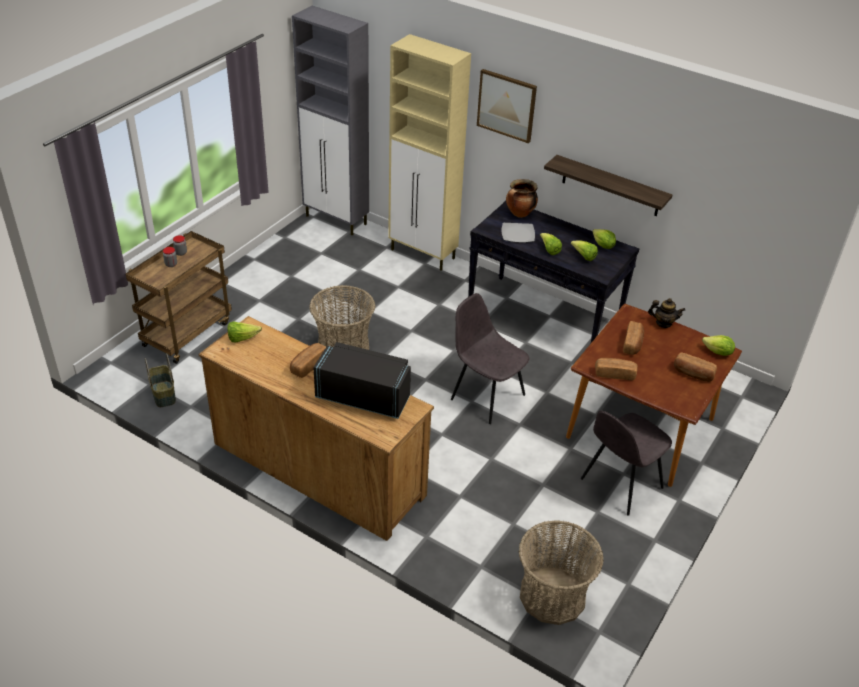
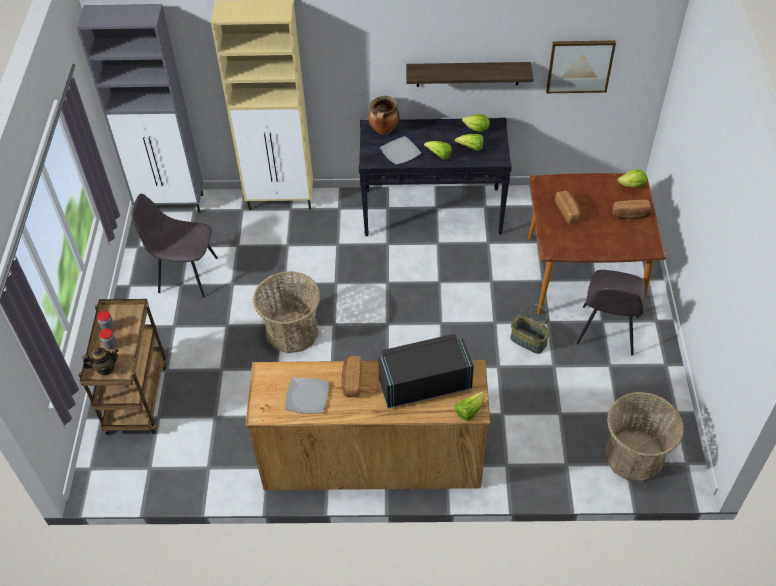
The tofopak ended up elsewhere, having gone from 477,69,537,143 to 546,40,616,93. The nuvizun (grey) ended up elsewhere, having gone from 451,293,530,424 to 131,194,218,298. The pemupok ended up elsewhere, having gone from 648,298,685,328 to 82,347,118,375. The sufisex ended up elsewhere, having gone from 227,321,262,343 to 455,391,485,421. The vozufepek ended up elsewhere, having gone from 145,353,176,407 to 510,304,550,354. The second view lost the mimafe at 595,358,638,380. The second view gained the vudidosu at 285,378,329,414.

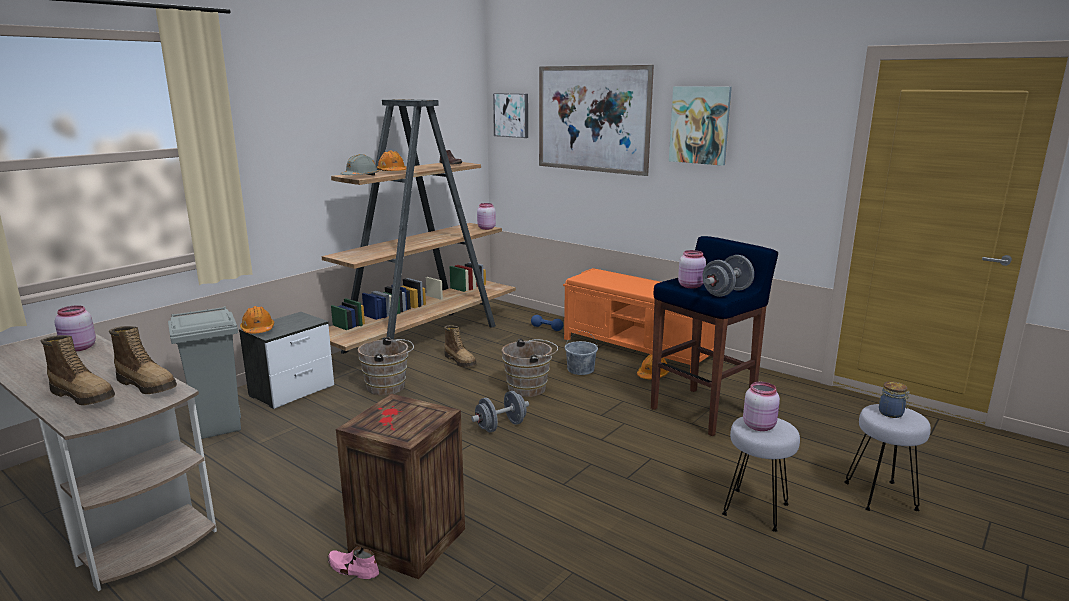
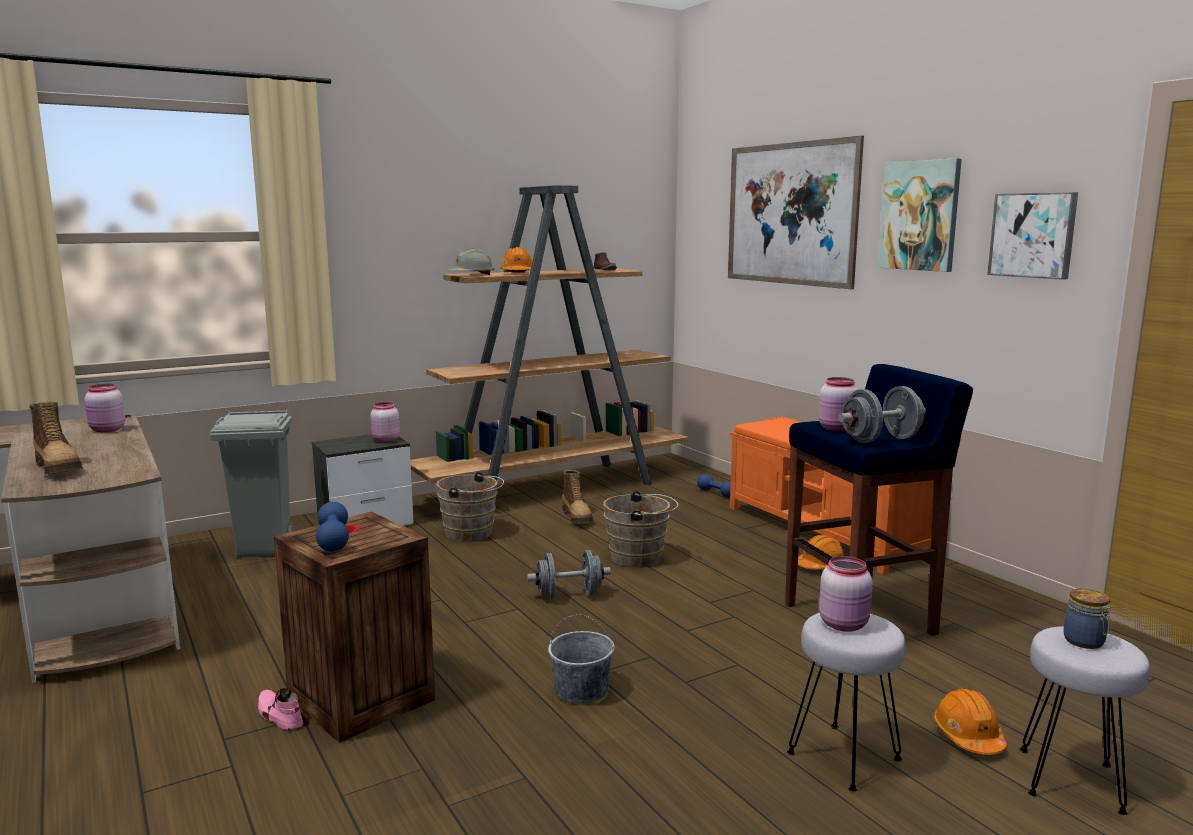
The tofopak ended up elsewhere, having gone from 493,93,528,138 to 987,192,1078,280. The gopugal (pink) ended up elsewhere, having gone from 477,203,496,230 to 371,402,400,443. The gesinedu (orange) ended up elsewhere, having gone from 240,306,274,334 to 933,689,1007,755. The second view lost the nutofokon at 109,326,177,394. The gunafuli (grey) ended up elsewhere, having gone from 565,331,598,375 to 548,614,615,704. The second view gained the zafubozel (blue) at 316,502,349,552.

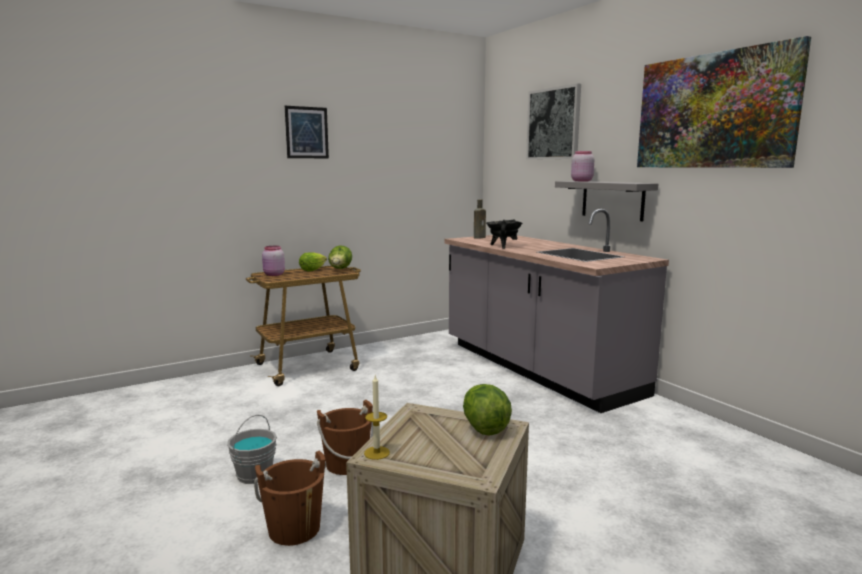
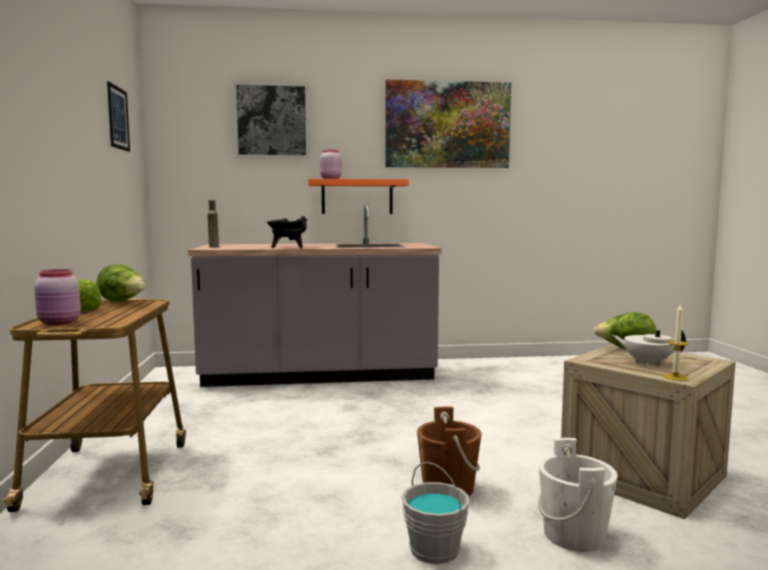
The tofopak ended up elsewhere, having gone from 285,106,329,158 to 107,81,130,152. What was the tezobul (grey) at 555,181,658,221 turned into the tezobul (orange) at 308,179,409,214. What was the gunafuli (brown) at 254,451,326,546 turned into the gunafuli (white) at 538,438,618,552. The second view gained the pemupok (white) at 612,329,686,366.

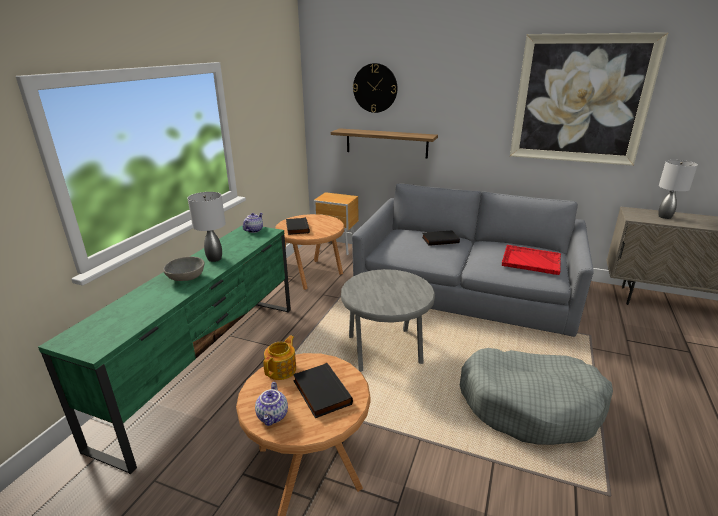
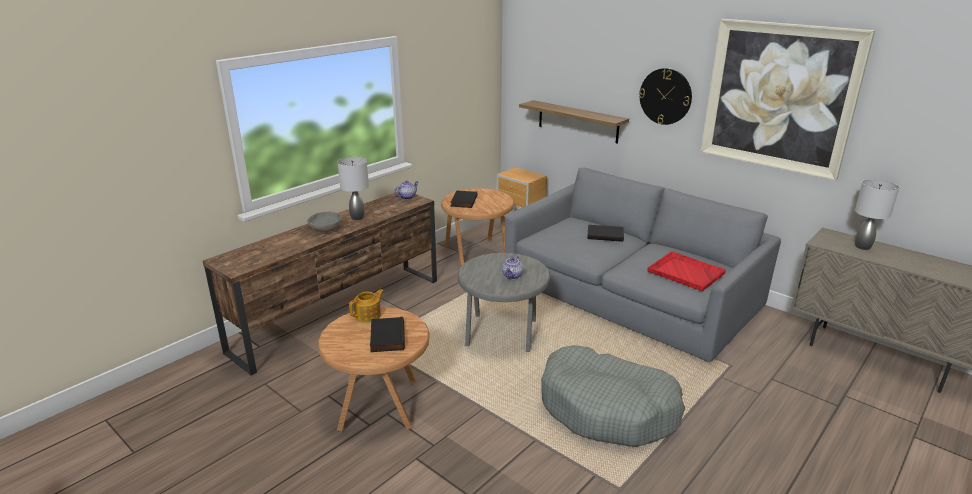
The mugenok ended up elsewhere, having gone from 353,63,397,113 to 639,68,692,125. What was the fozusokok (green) at 38,225,291,474 turned into the fozusokok (brown) at 203,192,437,375. The pemupok ended up elsewhere, having gone from 255,382,288,426 to 502,255,523,279.

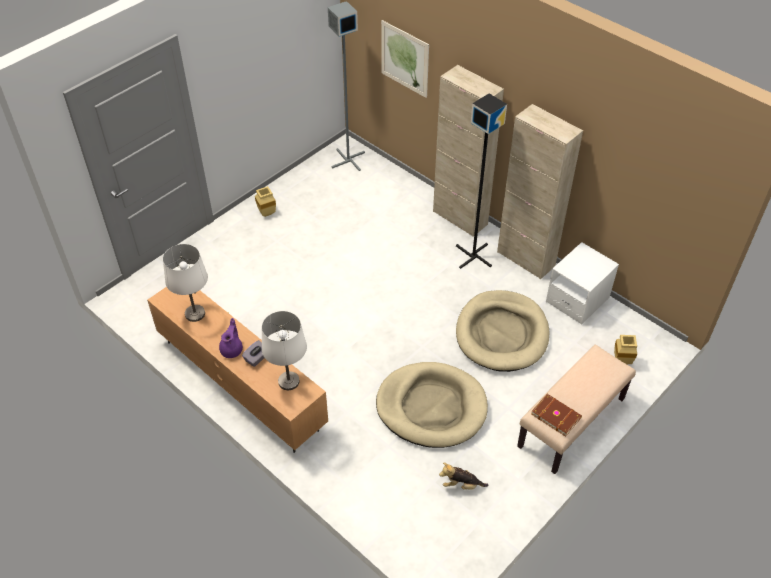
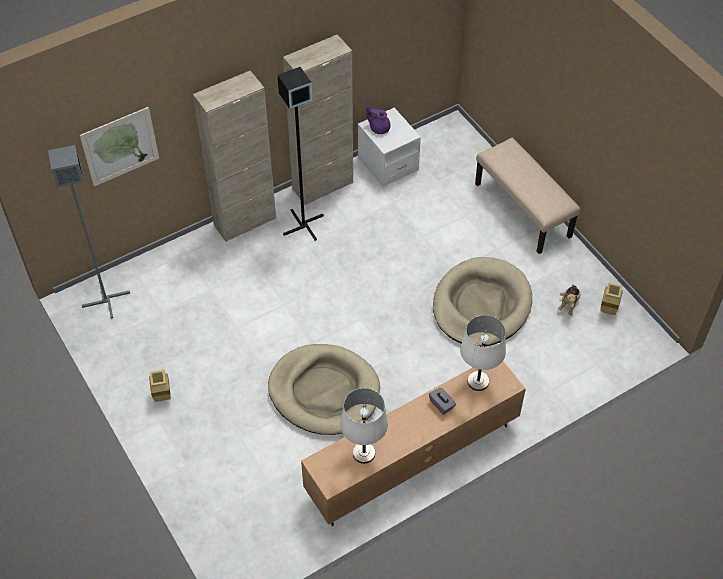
The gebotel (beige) ended up elsewhere, having gone from 456,290,550,372 to 268,344,380,435. The pemupok (purple) ended up elsewhere, having gone from 219,318,243,358 to 366,104,390,134. The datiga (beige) ended up elsewhere, having gone from 614,335,637,364 to 600,283,623,315. The second view lost the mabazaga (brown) at 531,394,582,437.

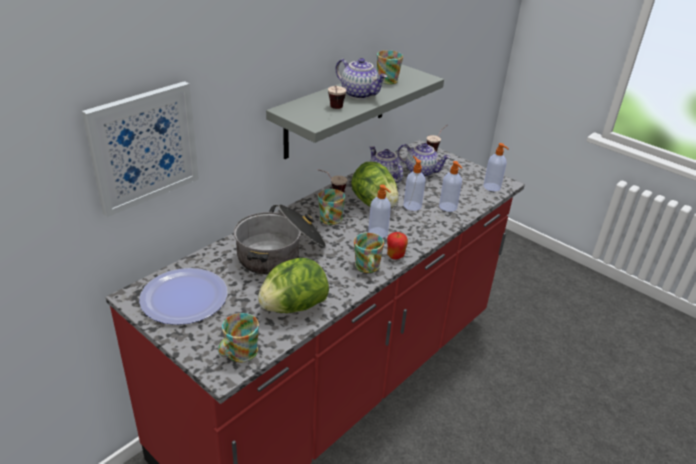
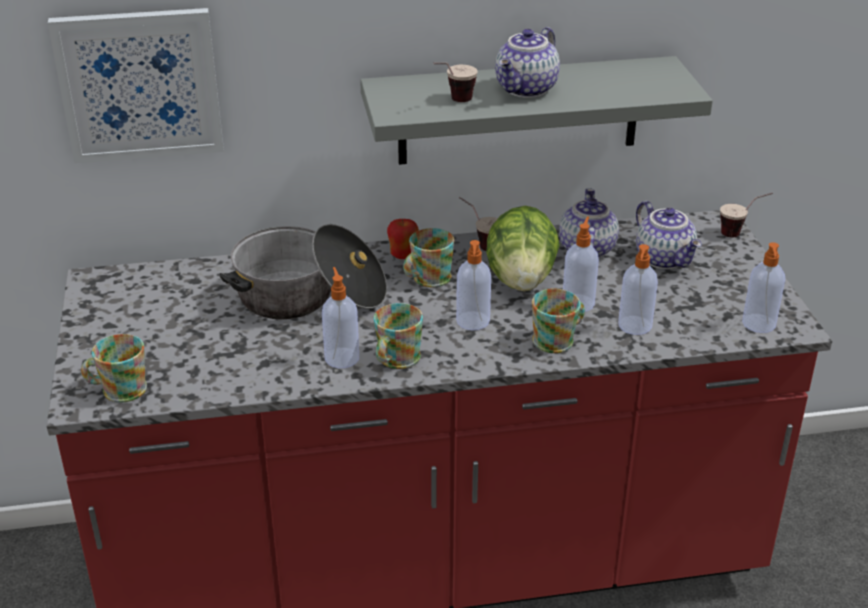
The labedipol ended up elsewhere, having gone from 377,50,403,84 to 532,289,585,353. The pemupok at 336,58,387,99 ended up facing another way, 45 degrees clockwise from before. The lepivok ended up elsewhere, having gone from 387,232,408,260 to 387,219,419,259. The second view lost the sufisex at 258,258,329,313. The second view lost the vudidosu at 139,268,227,325. The second view gained the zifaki at 322,267,359,368.

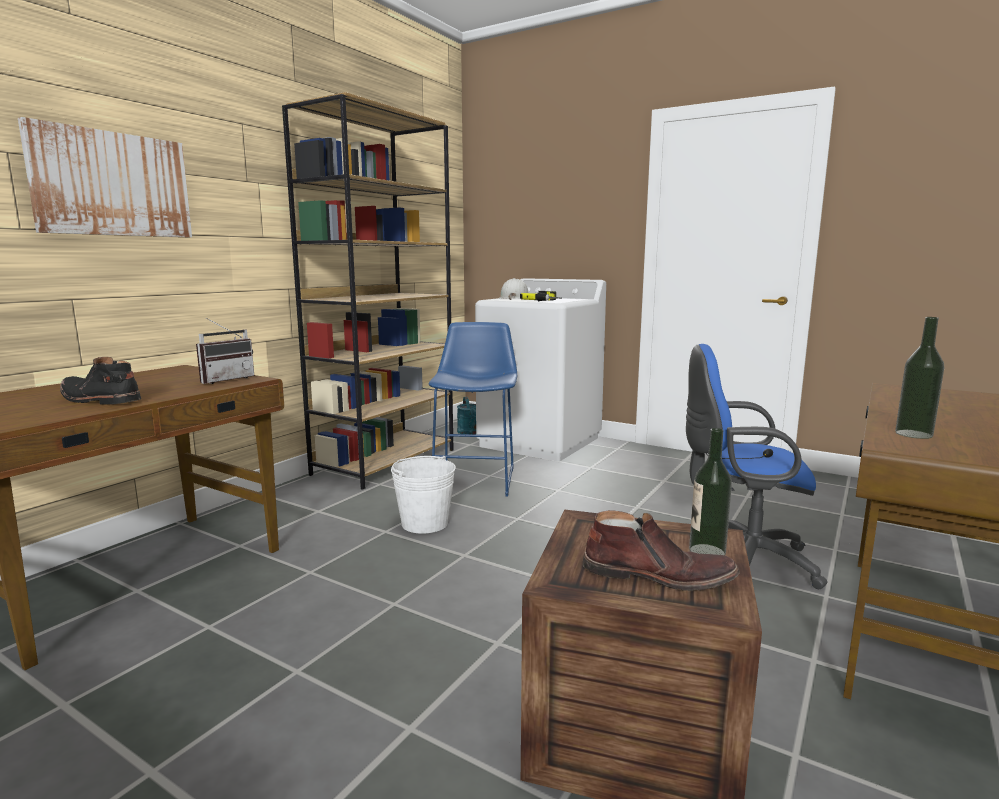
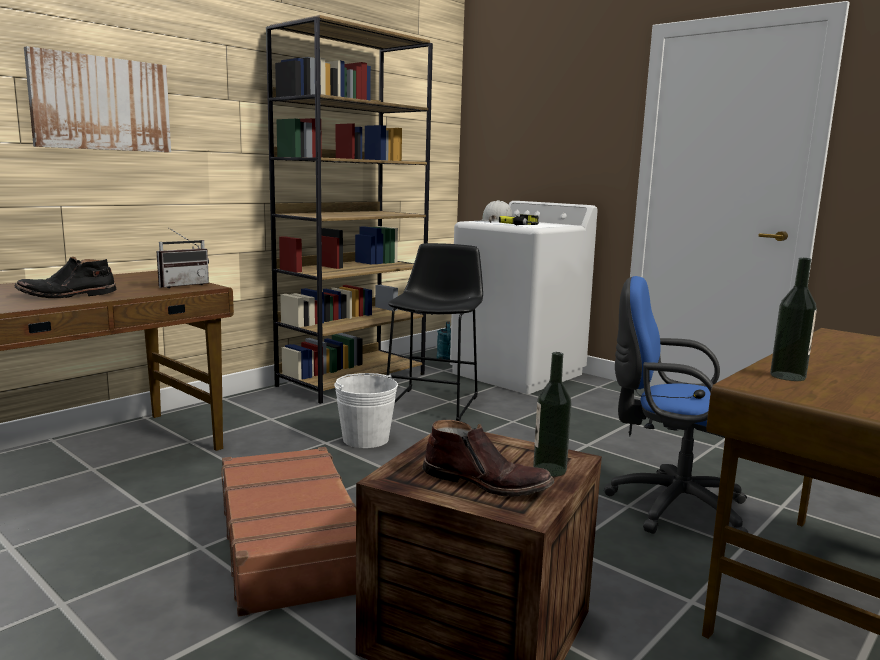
What was the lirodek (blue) at 429,322,517,497 turned into the lirodek (black) at 387,243,483,421. The nutofokon (black) at 60,357,141,405 ended up facing another way, 60 degrees counterclockwise from before. The second view gained the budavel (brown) at 221,447,356,617.

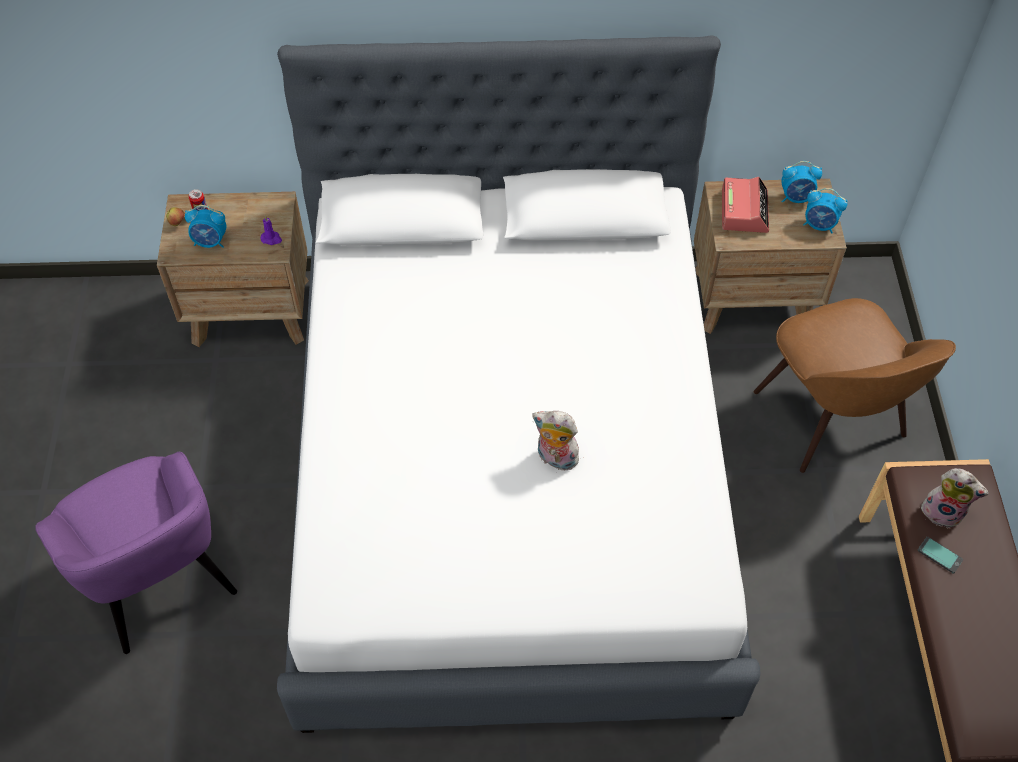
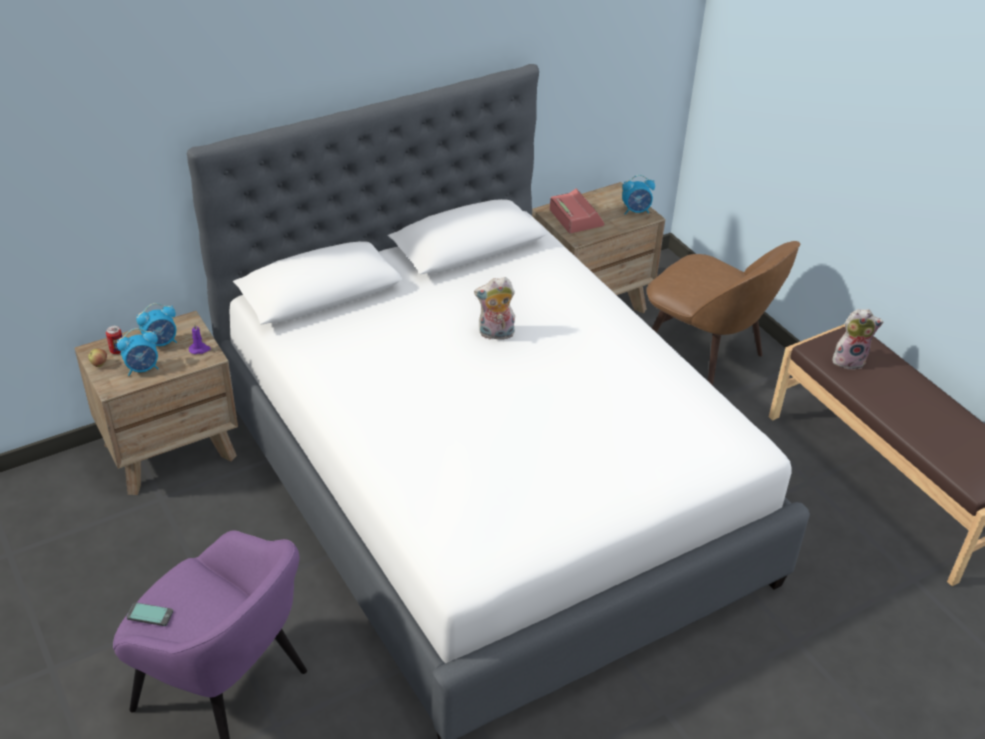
The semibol ended up elsewhere, having gone from 781,161,822,203 to 136,303,177,346. The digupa ended up elsewhere, having gone from 532,411,579,470 to 474,277,516,340. The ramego ended up elsewhere, having gone from 918,537,963,574 to 126,602,173,626.

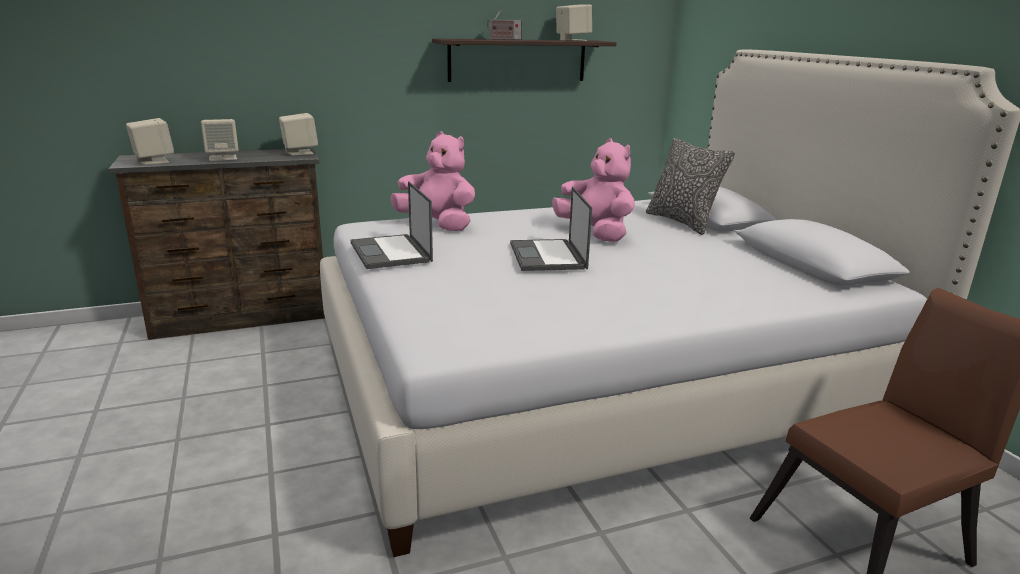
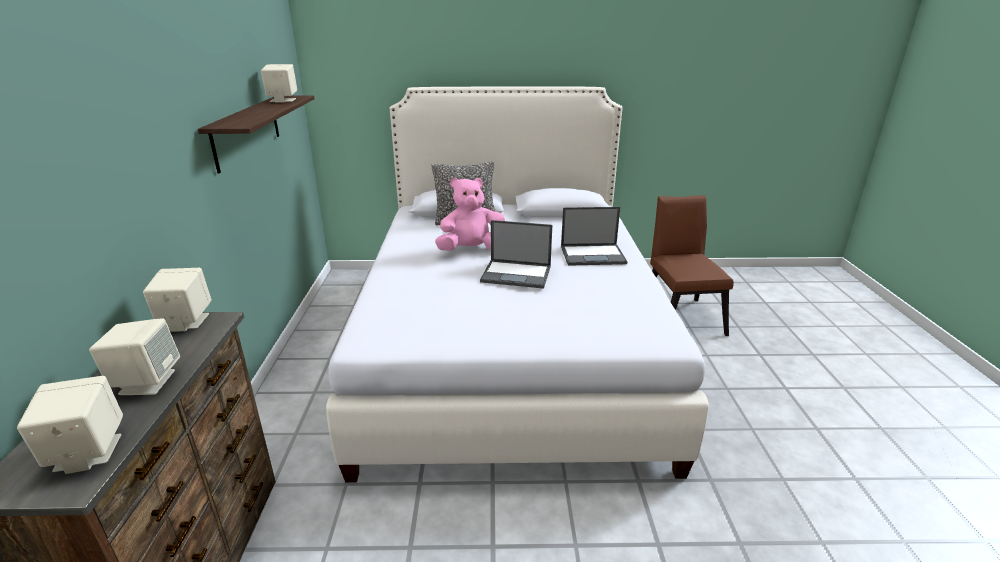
The second view lost the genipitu at 487,9,522,40. The second view lost the digupa (pink) at 390,131,475,231. The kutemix ended up elsewhere, having gone from 351,181,433,269 to 561,207,627,266.

